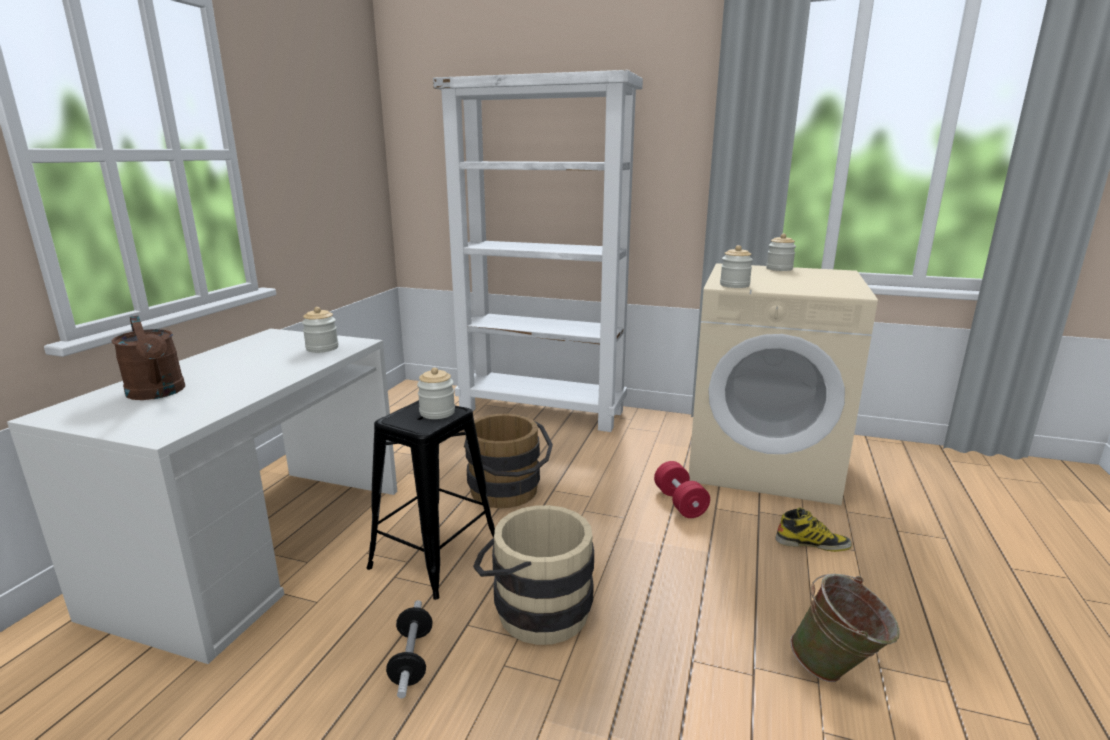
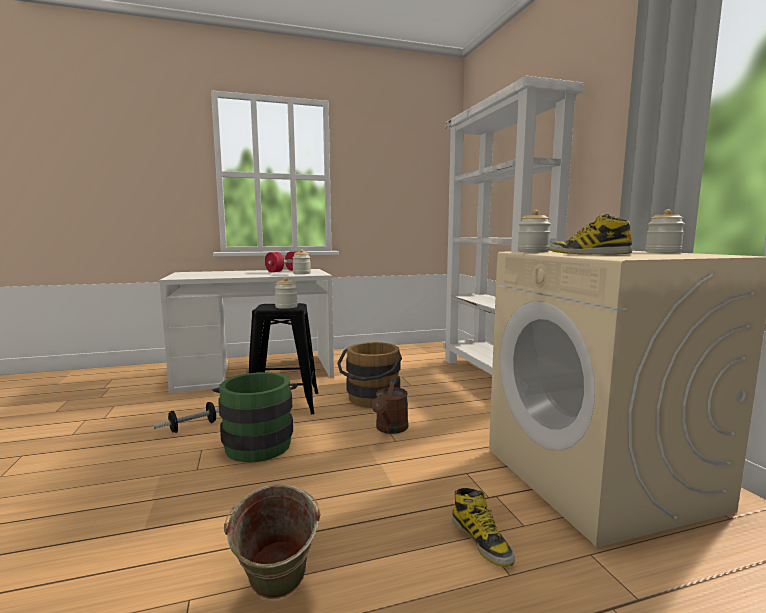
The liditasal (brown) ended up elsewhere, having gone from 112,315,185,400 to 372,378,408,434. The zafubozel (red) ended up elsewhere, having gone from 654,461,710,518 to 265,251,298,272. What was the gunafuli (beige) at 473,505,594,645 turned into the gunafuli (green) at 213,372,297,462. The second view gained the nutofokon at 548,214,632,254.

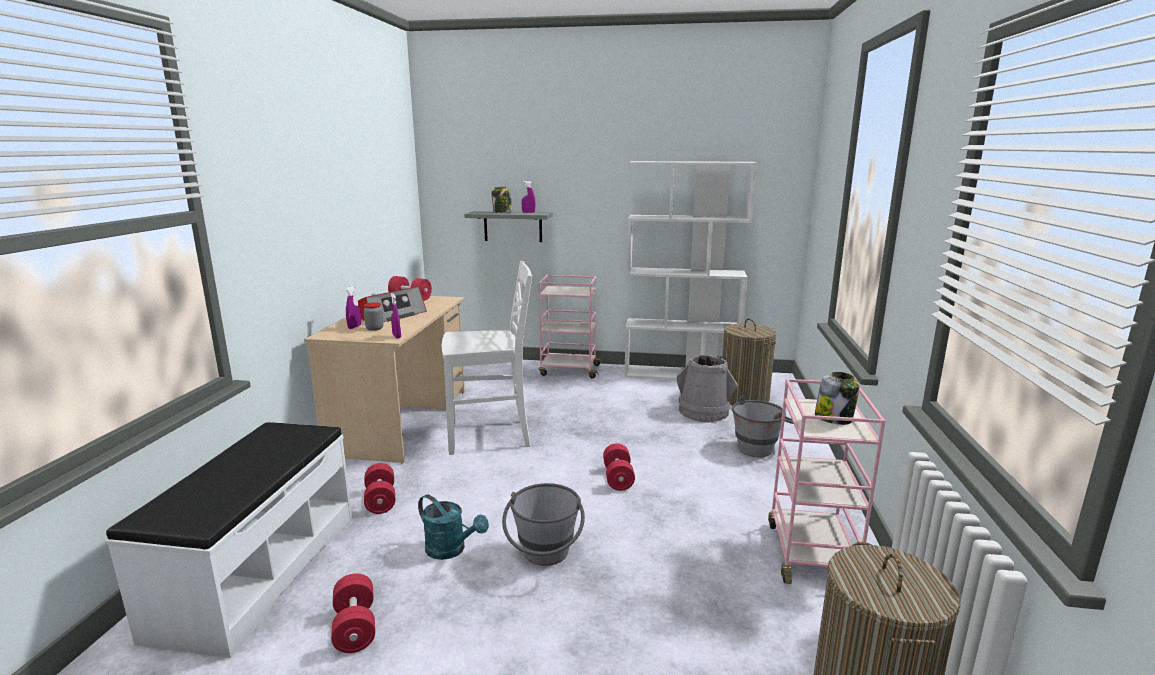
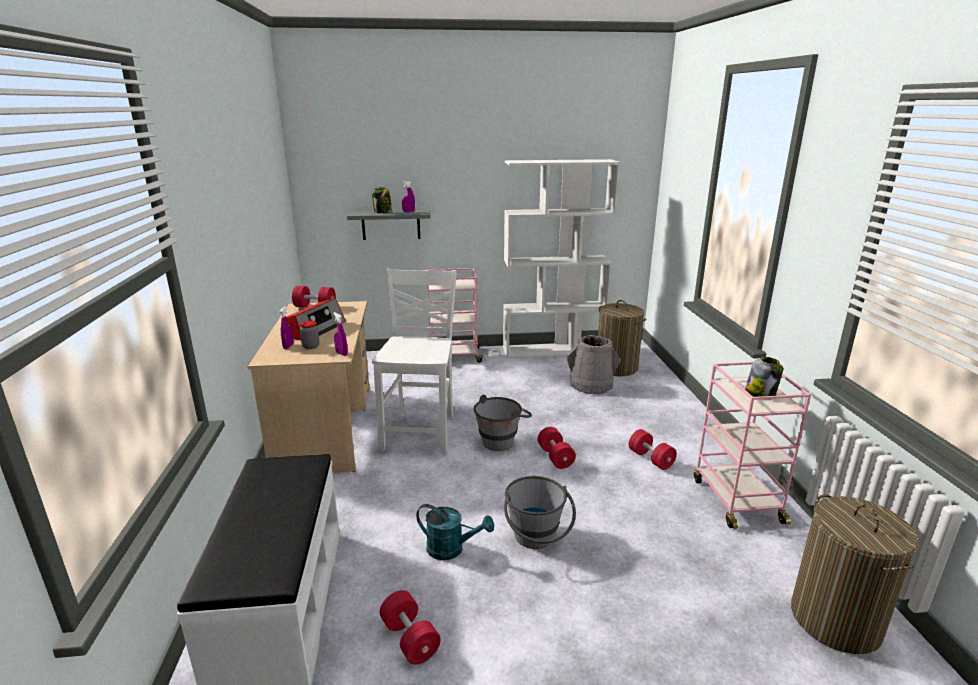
The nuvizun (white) at 442,261,532,455 ended up facing another way, 60 degrees counterclockwise from before. The gunafuli (grey) ended up elsewhere, having gone from 732,396,794,457 to 474,395,532,451. The zafubozel (red) ended up elsewhere, having gone from 364,463,395,514 to 629,429,677,470.

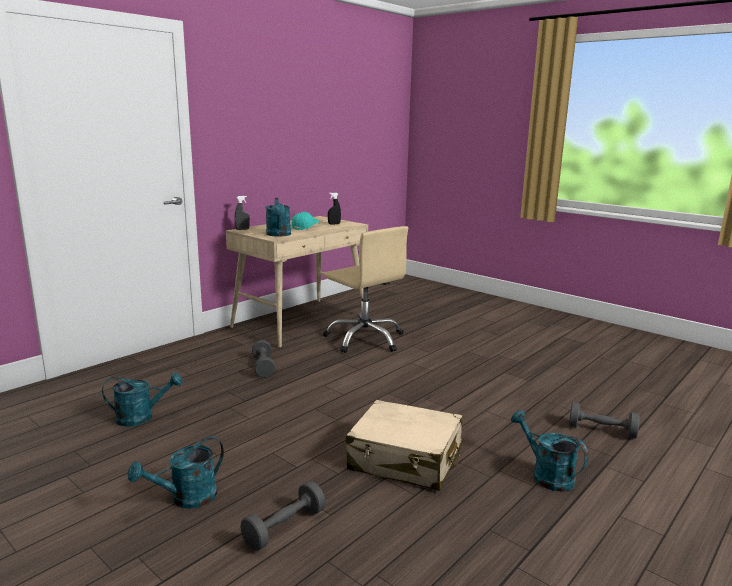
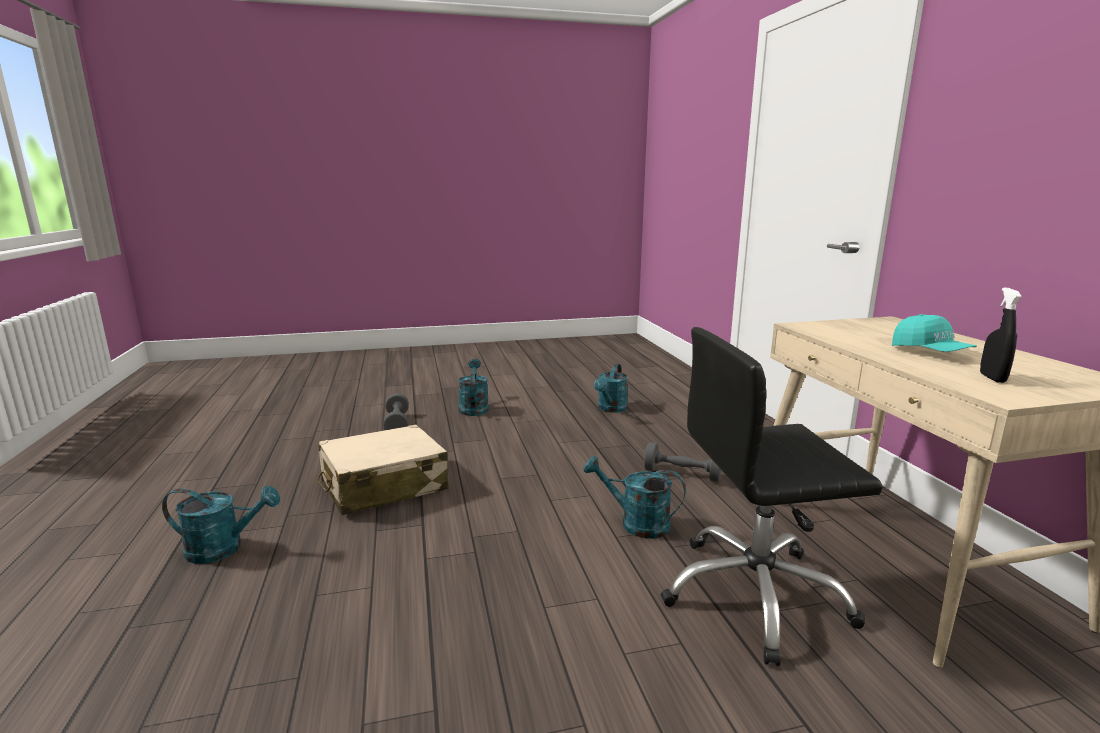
The second view lost the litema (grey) at 234,196,250,230. The liditasal (turquoise) ended up elsewhere, having gone from 265,198,291,237 to 583,456,686,539. What was the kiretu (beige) at 323,226,408,353 turned into the kiretu (black) at 660,327,883,666. The second view lost the zafubozel (grey) at 569,402,640,439.

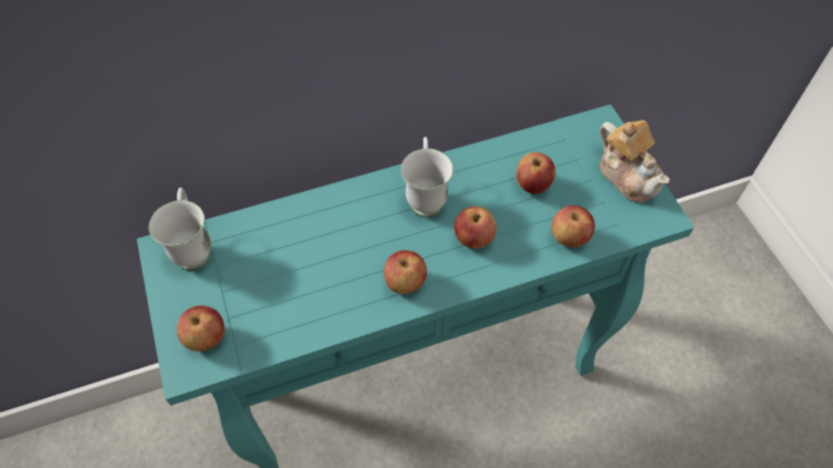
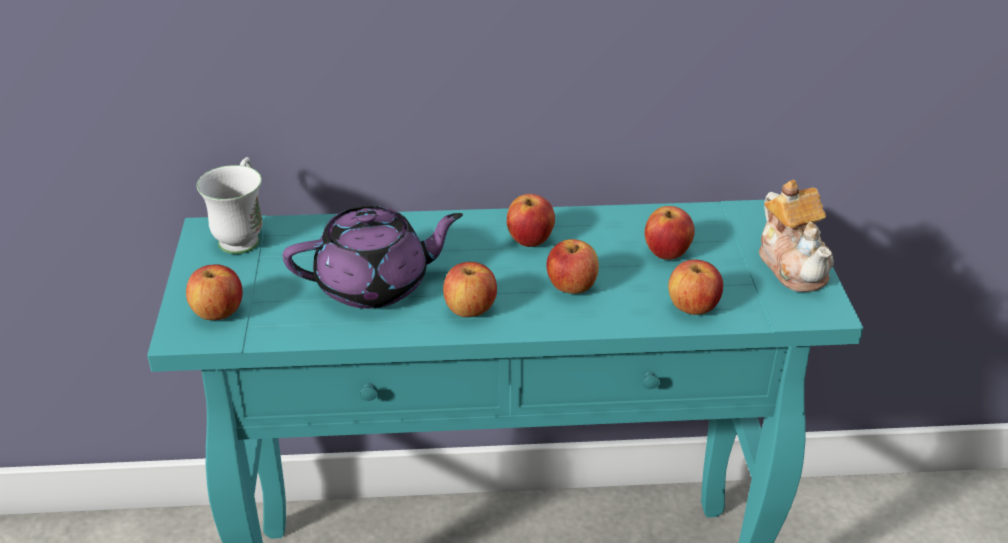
Where the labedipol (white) stood at 401,137,453,217, the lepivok came to stand at 507,194,555,247. The second view gained the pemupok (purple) at 283,206,463,309.

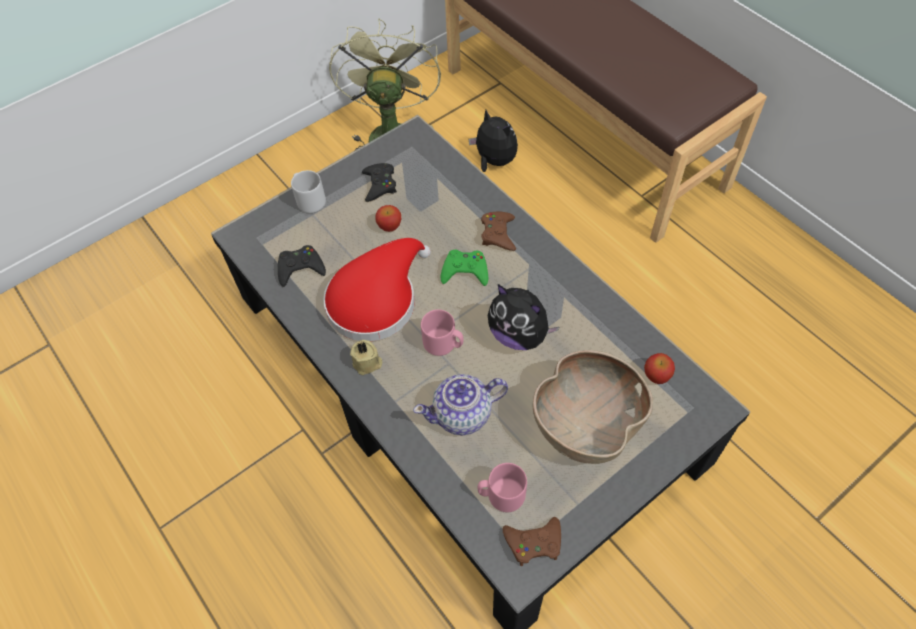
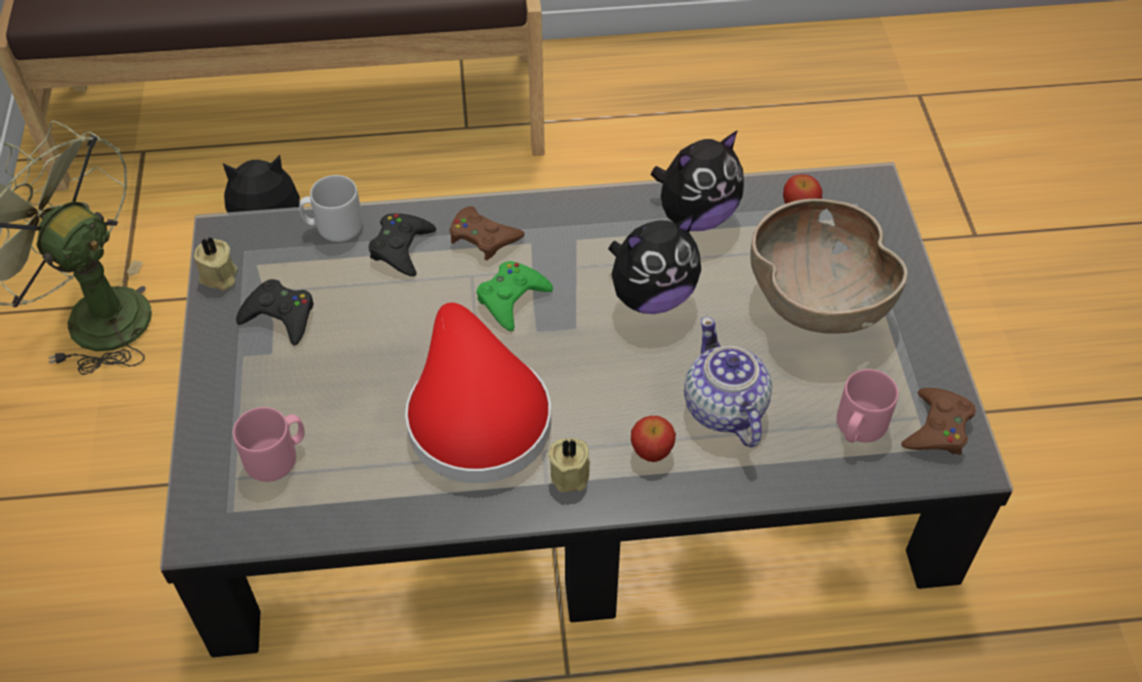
The labedipol (grey) ended up elsewhere, having gone from 291,170,326,213 to 299,175,363,242. The lepivok ended up elsewhere, having gone from 375,205,401,232 to 631,416,676,462. The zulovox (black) ended up elsewhere, having gone from 278,245,326,287 to 369,213,436,276. The labedipol (pink) ended up elsewhere, having gone from 421,309,464,356 to 233,407,305,482. The pemupok at 413,374,508,435 ended up facing another way, 150 degrees clockwise from before. The second view gained the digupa at 651,130,744,231. The second view gained the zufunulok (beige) at 193,237,238,291.

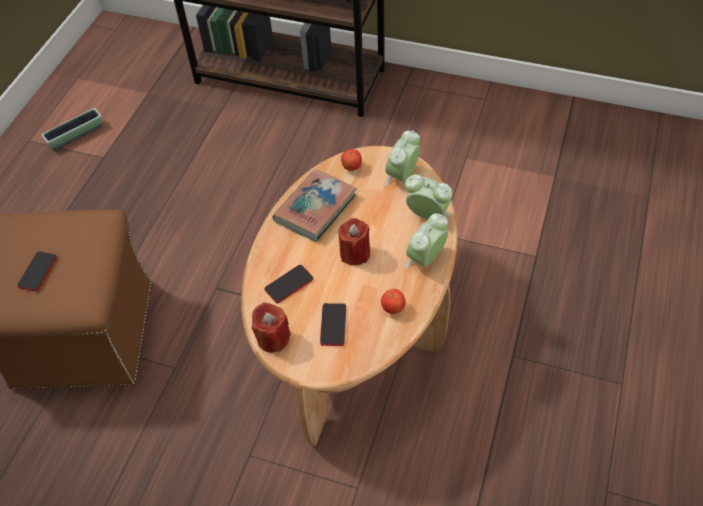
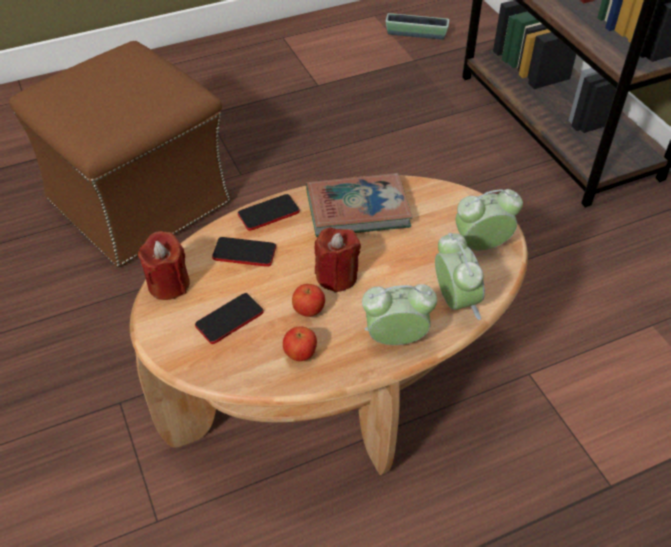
The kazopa ended up elsewhere, having gone from 42,108,102,151 to 386,13,449,40. The lepivok ended up elsewhere, having gone from 341,149,362,171 to 292,284,325,317. The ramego ended up elsewhere, having gone from 17,251,57,292 to 238,194,300,231.

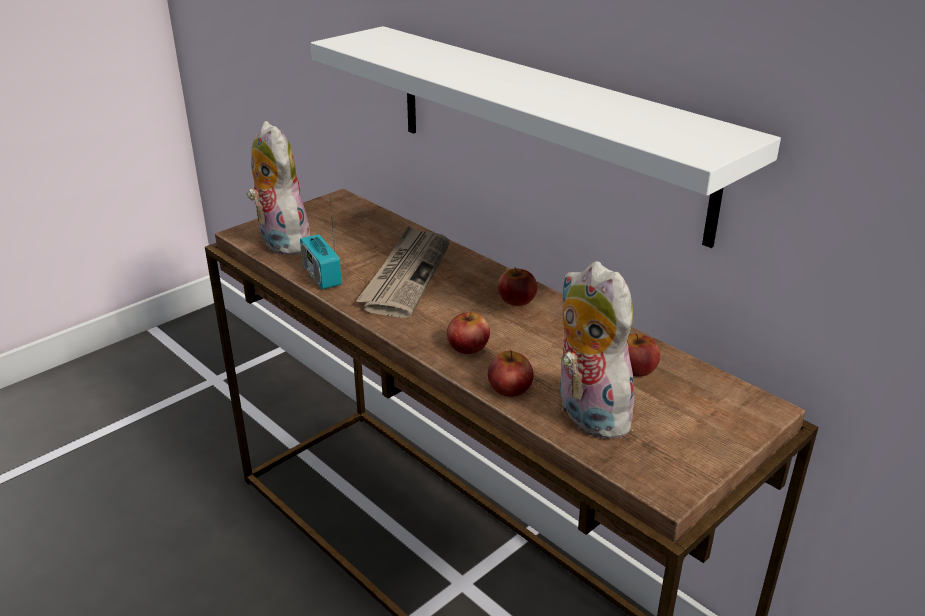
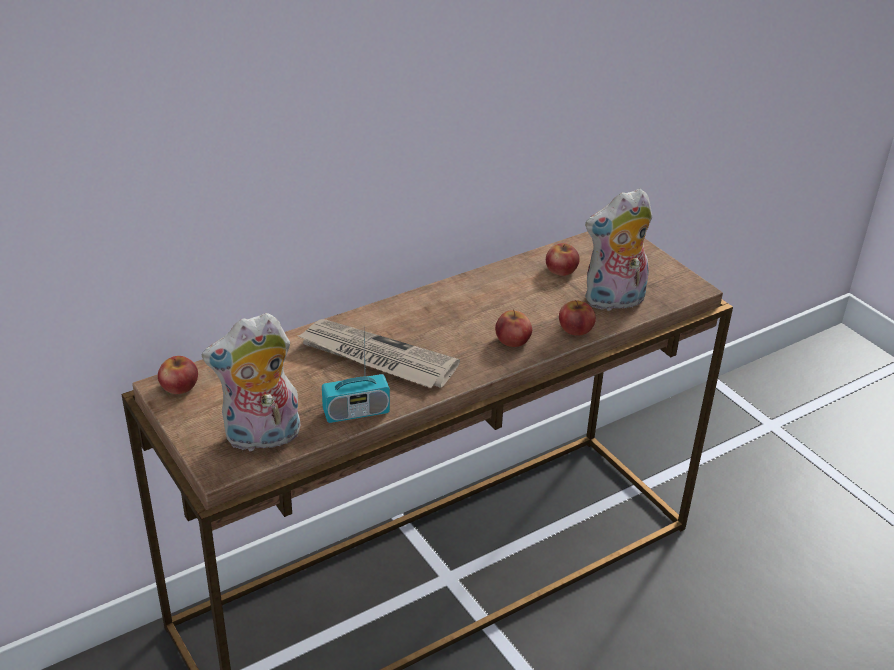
The second view lost the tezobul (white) at 311,26,781,248. The lepivok ended up elsewhere, having gone from 498,267,537,306 to 158,356,198,394.

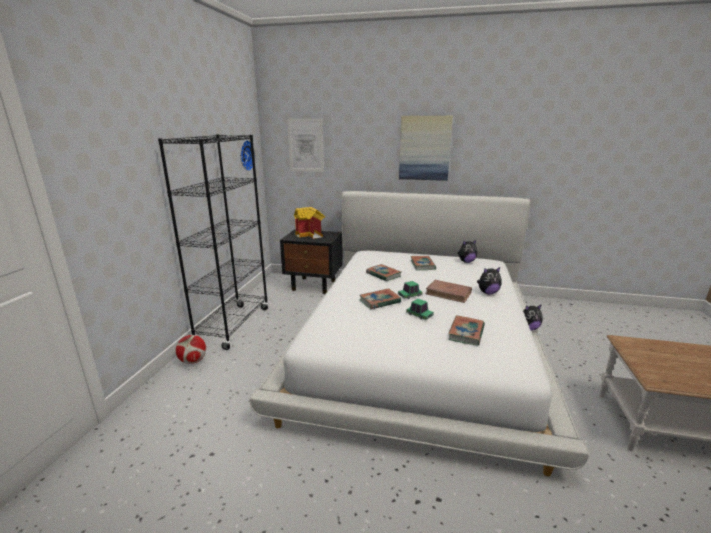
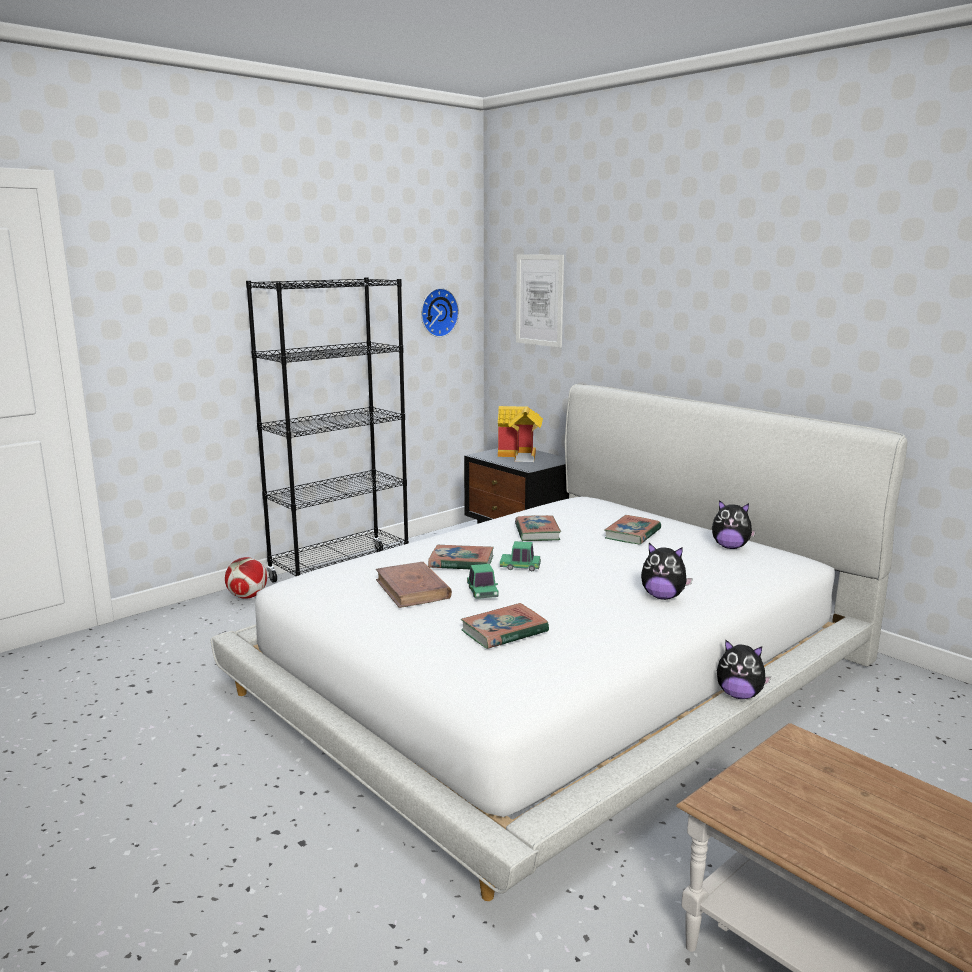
The second view lost the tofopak at 399,116,453,181. The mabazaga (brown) ended up elsewhere, having gone from 426,280,472,303 to 376,562,452,608.

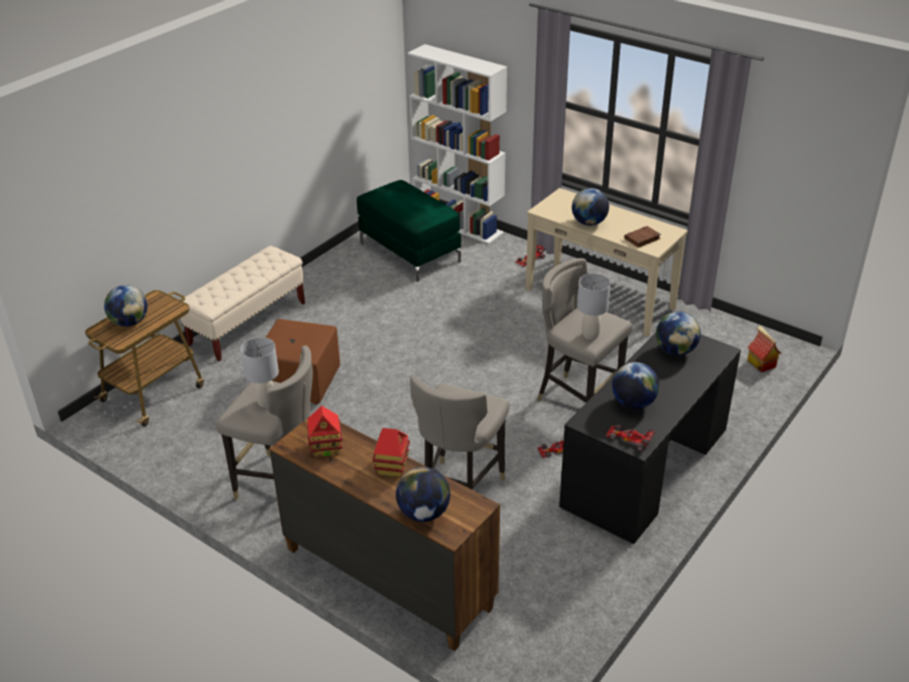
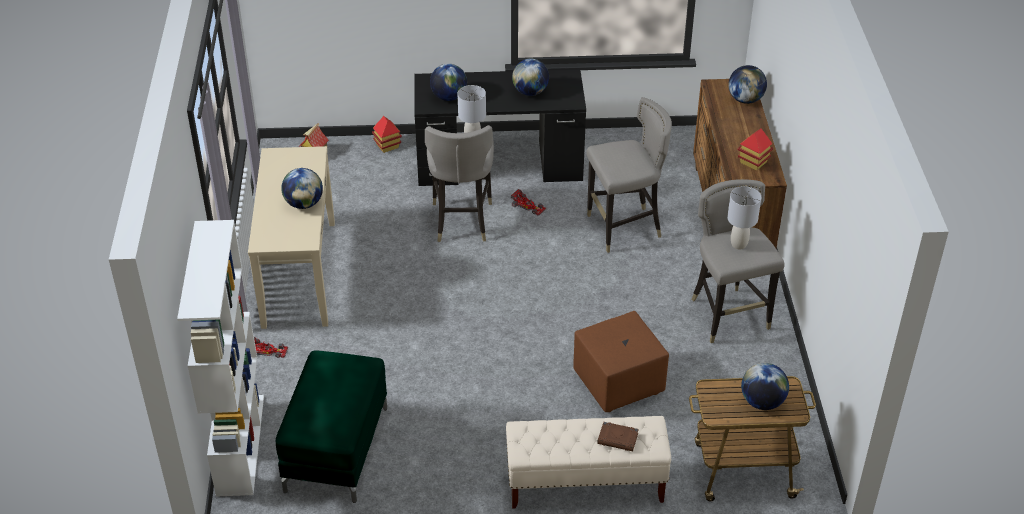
The mabazaga (brown) ended up elsewhere, having gone from 624,226,661,248 to 597,422,639,451. The second view lost the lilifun at 605,424,655,451. The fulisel ended up elsewhere, having gone from 372,428,410,477 to 372,116,402,153.

